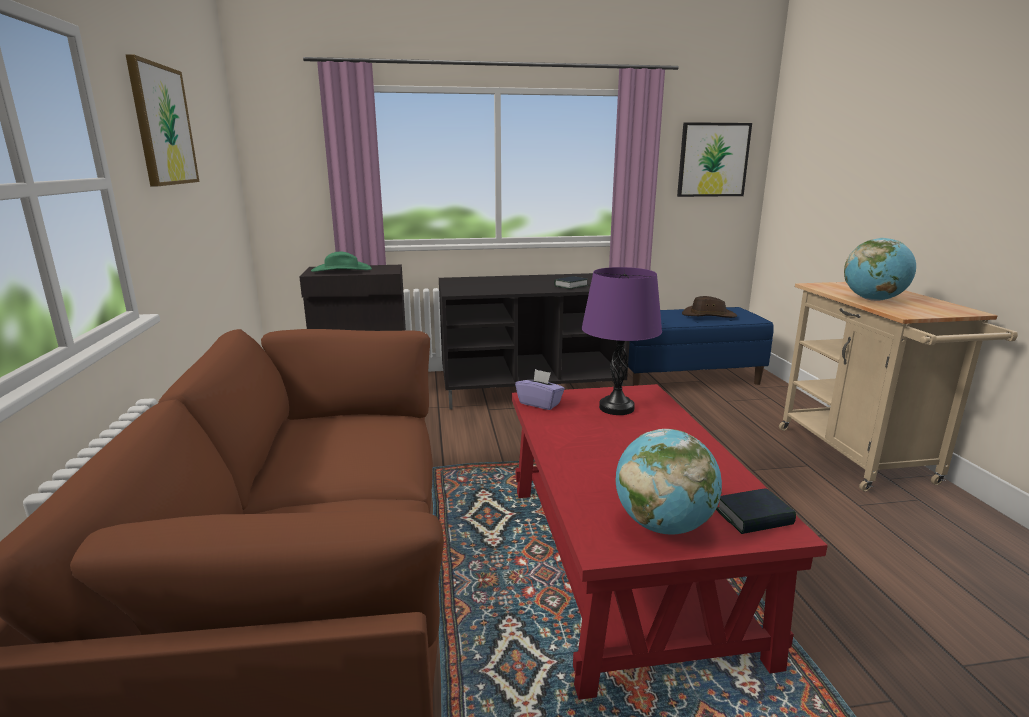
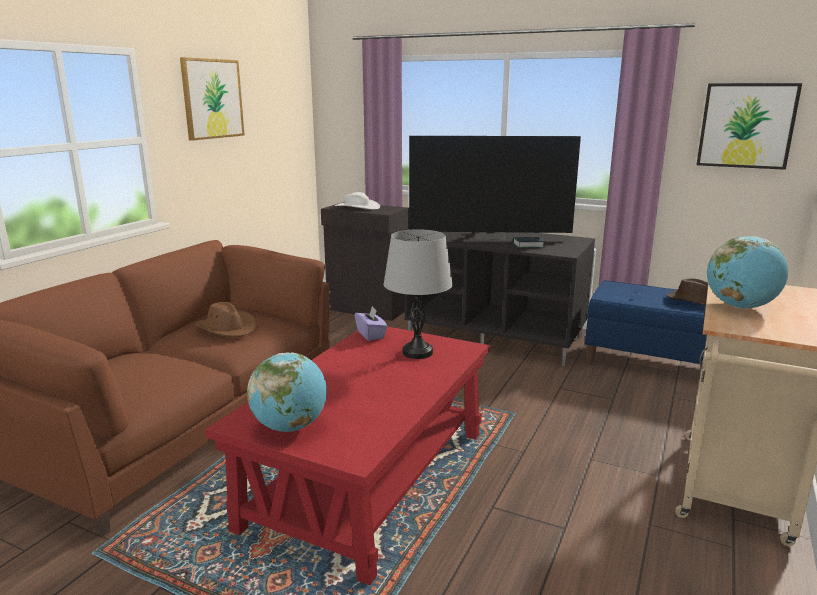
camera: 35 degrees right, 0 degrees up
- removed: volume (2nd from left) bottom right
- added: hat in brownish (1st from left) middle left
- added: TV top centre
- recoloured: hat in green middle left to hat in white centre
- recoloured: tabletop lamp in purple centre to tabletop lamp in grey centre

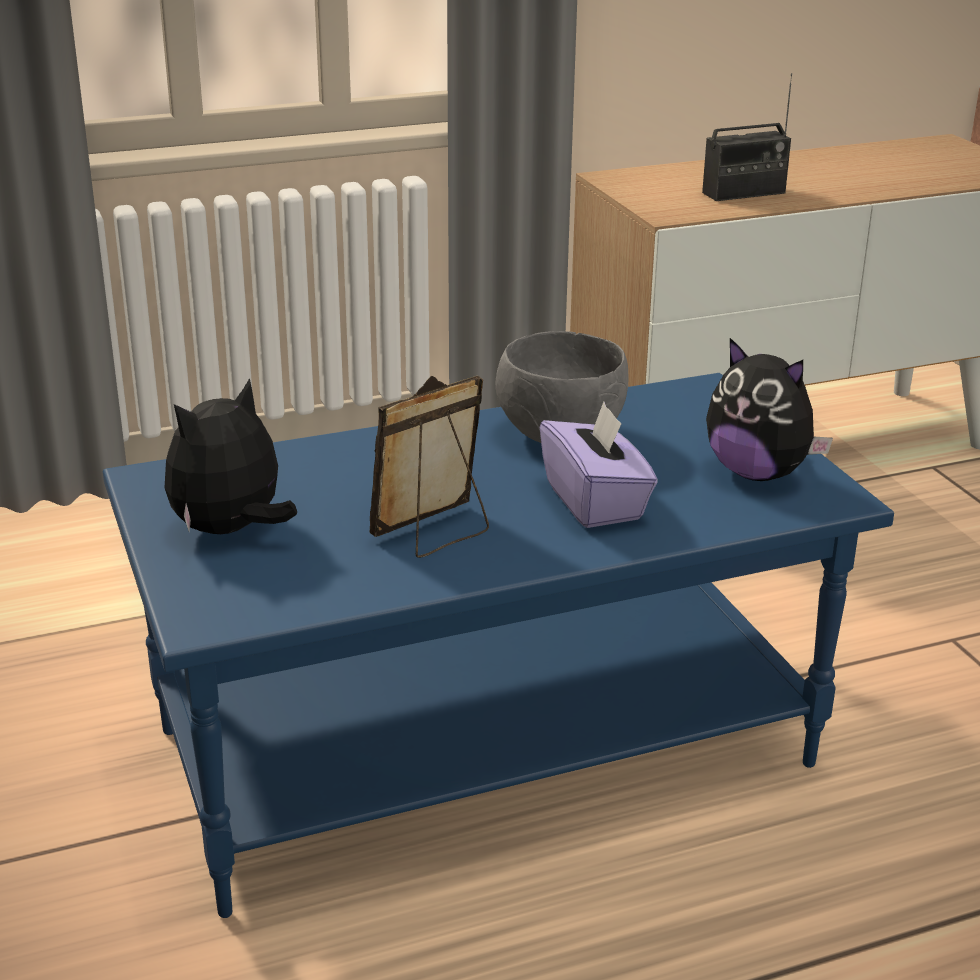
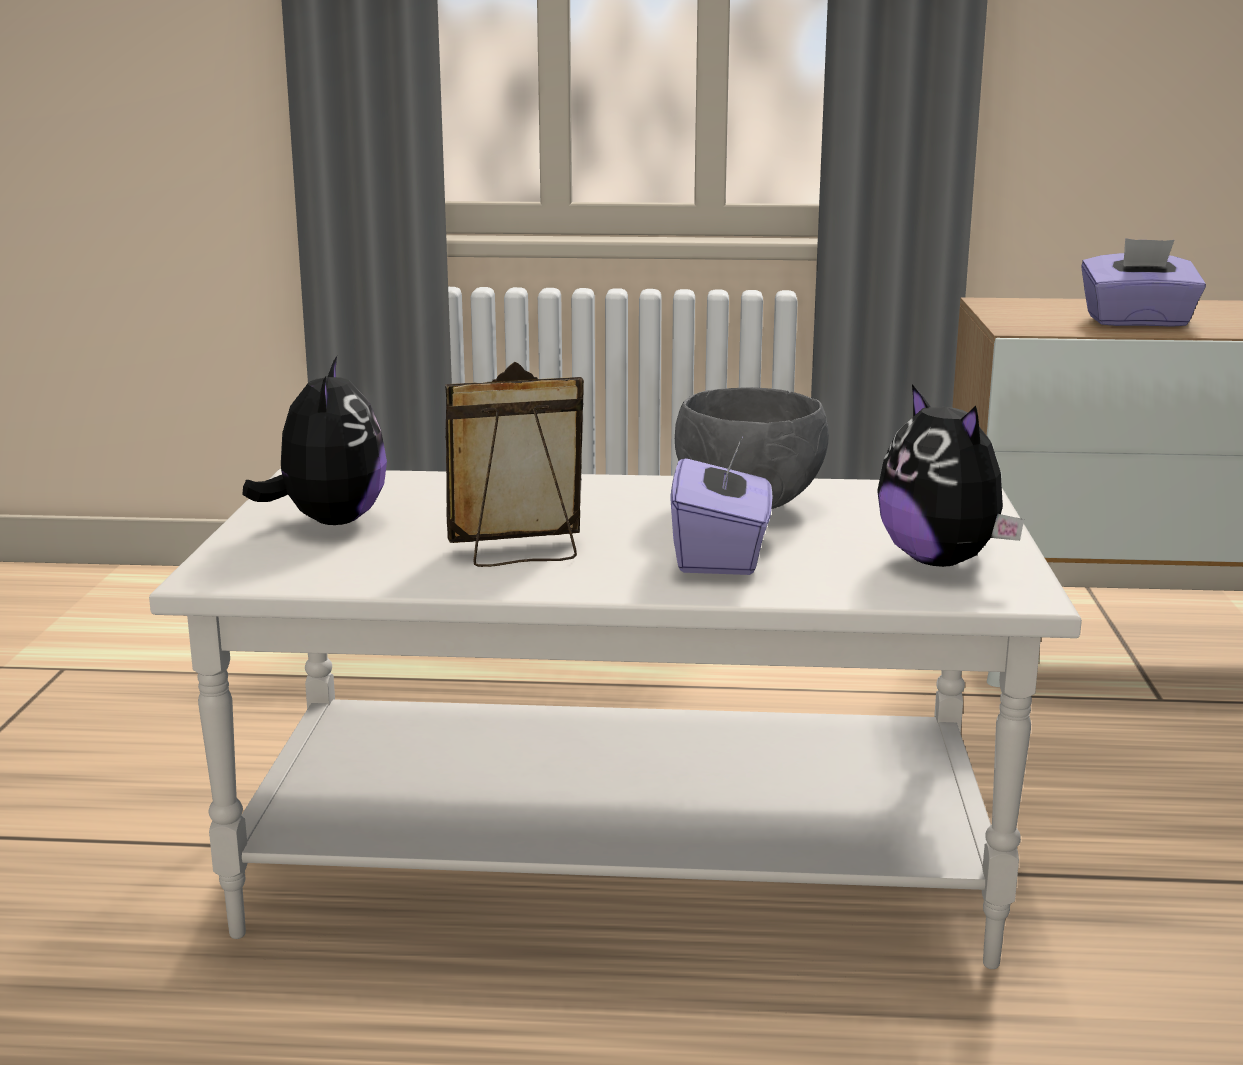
camera: 25 degrees right, 10 degrees down
- replaced: radio set top right to box of tissues in purple (2nd from left) top right
- recoloured: lounge table in blue centre to lounge table in white bottom centre
- turned: soft toy (1st from left) middle left = middle left 105 degrees clockwise

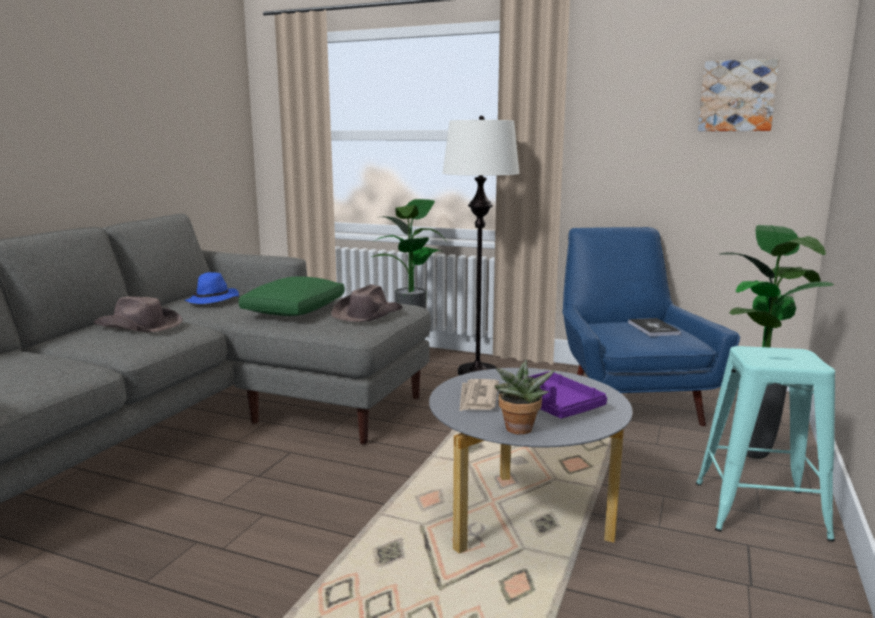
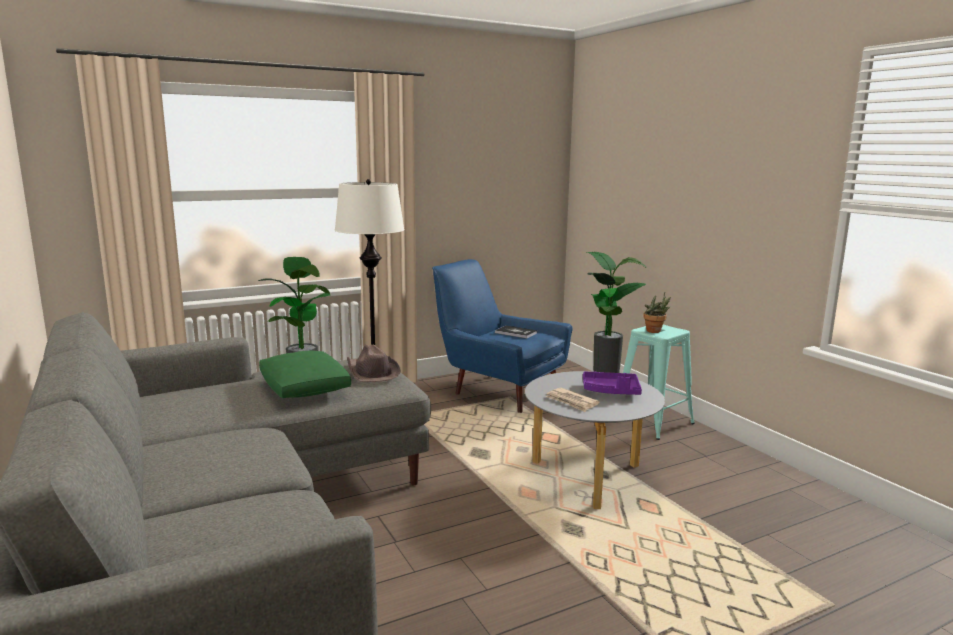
camera: 50 degrees left, 0 degrees up
- removed: hat in brownish (1st from left) middle left
- removed: hat in blue middle left
- removed: wall picture top right
- moved: plant in a pot (2nd from left in the first image) centre to plant in a pot (3rd from left) middle right

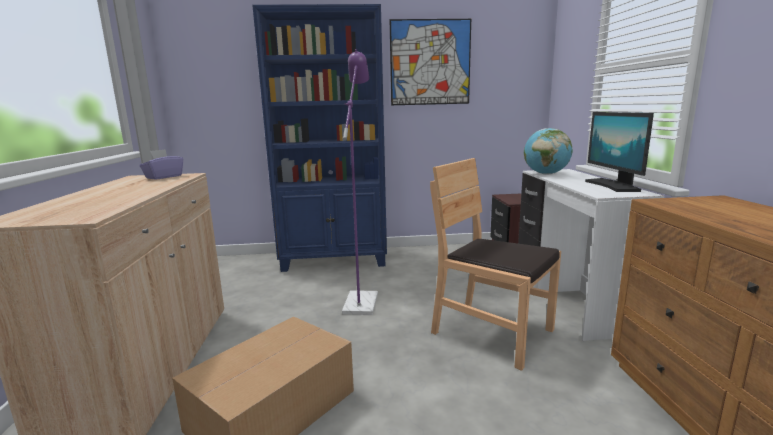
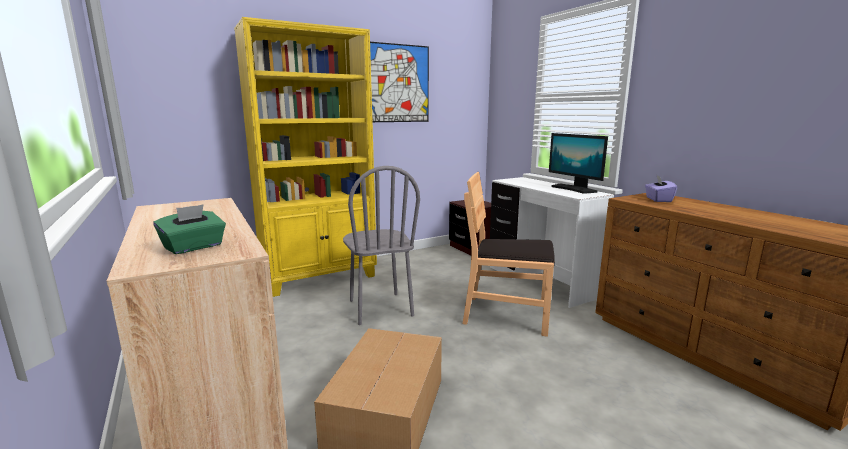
camera: 25 degrees left, 0 degrees up
- removed: desk globe middle right
- added: box of tissues in green middle left
- moved: box of tissues in purple middle left to middle right
- replaced: standard lamp in purple centre to upright chair in grey centre
- recoloured: bookcase in blue top centre to bookcase in yellowish centre

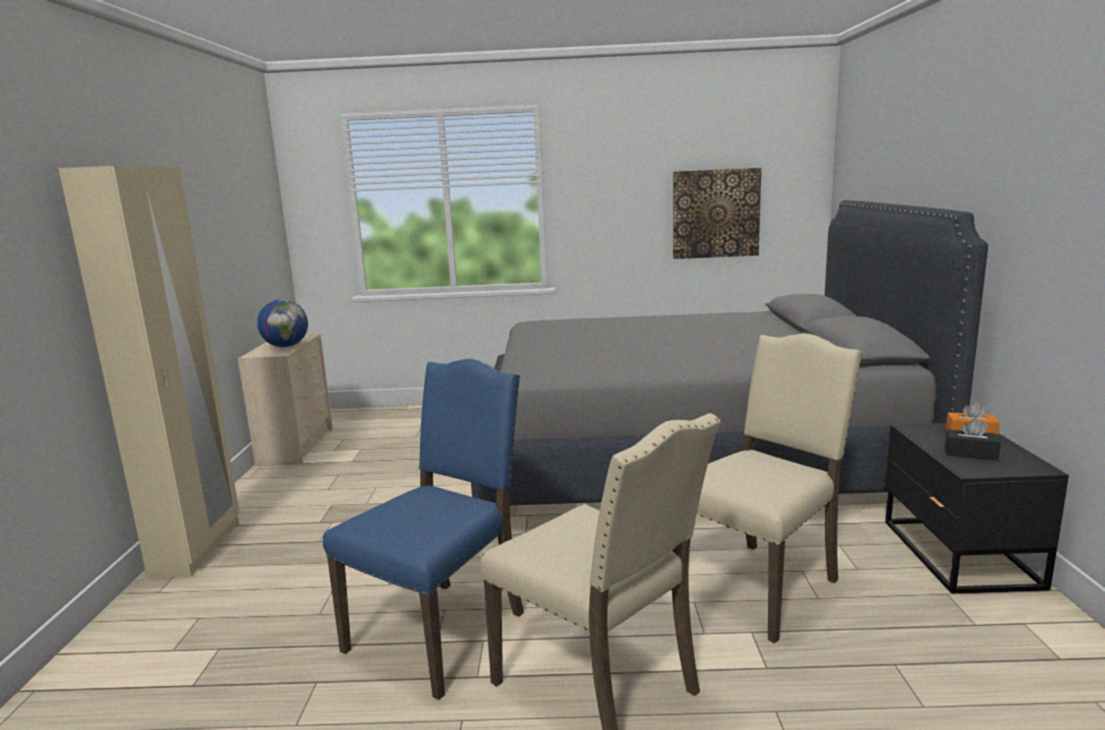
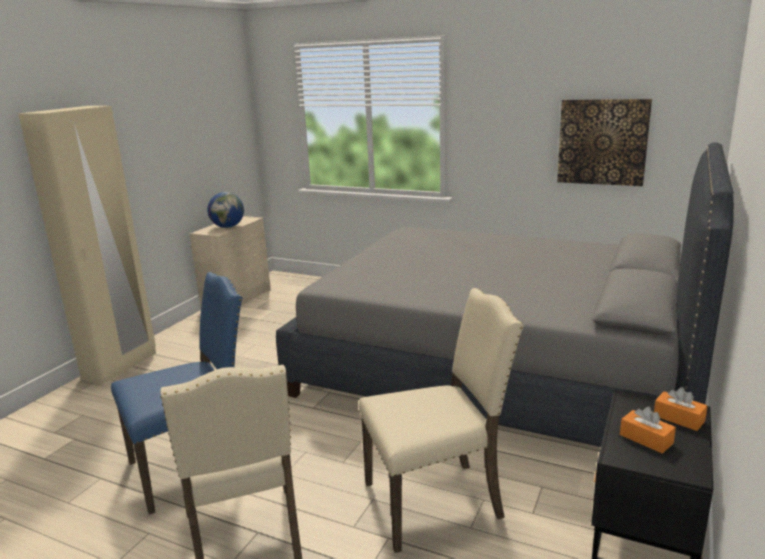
camera: 25 degrees right, 5 degrees up
- recoloured: box of tissues in black middle right to box of tissues in orange (1st from left) bottom right

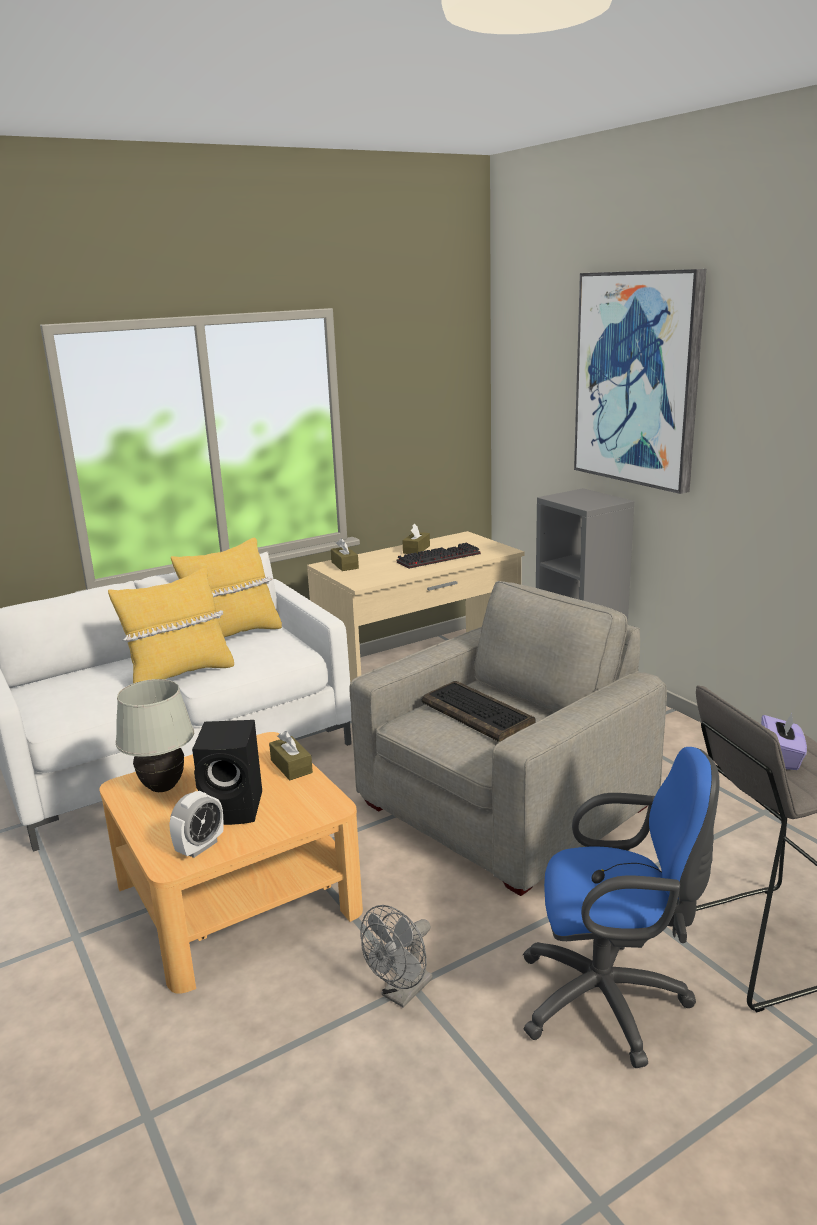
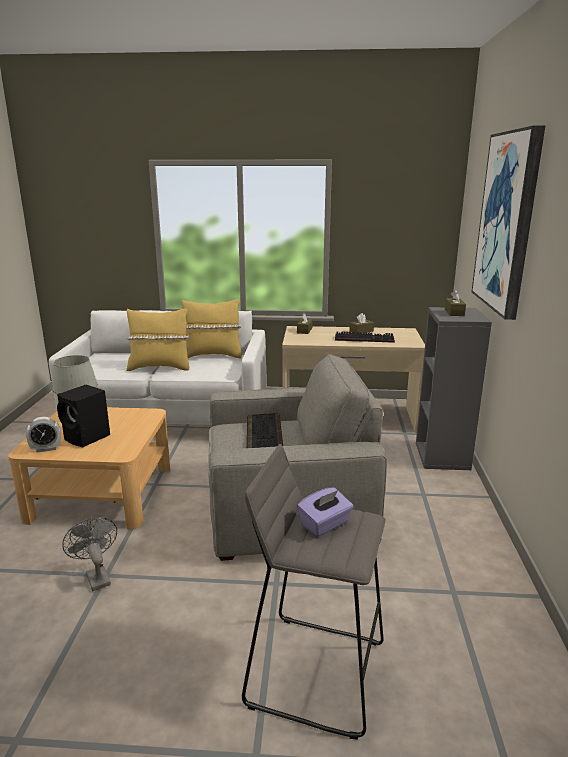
camera: 35 degrees right, 0 degrees up
- removed: computer chair in blue bottom right
- moved: box of tissues in brownish (1st from left in the first image) centre to box of tissues in brownish (3rd from left) middle right
- turned: cooling fan in grey bottom centre = bottom left 75 degrees clockwise

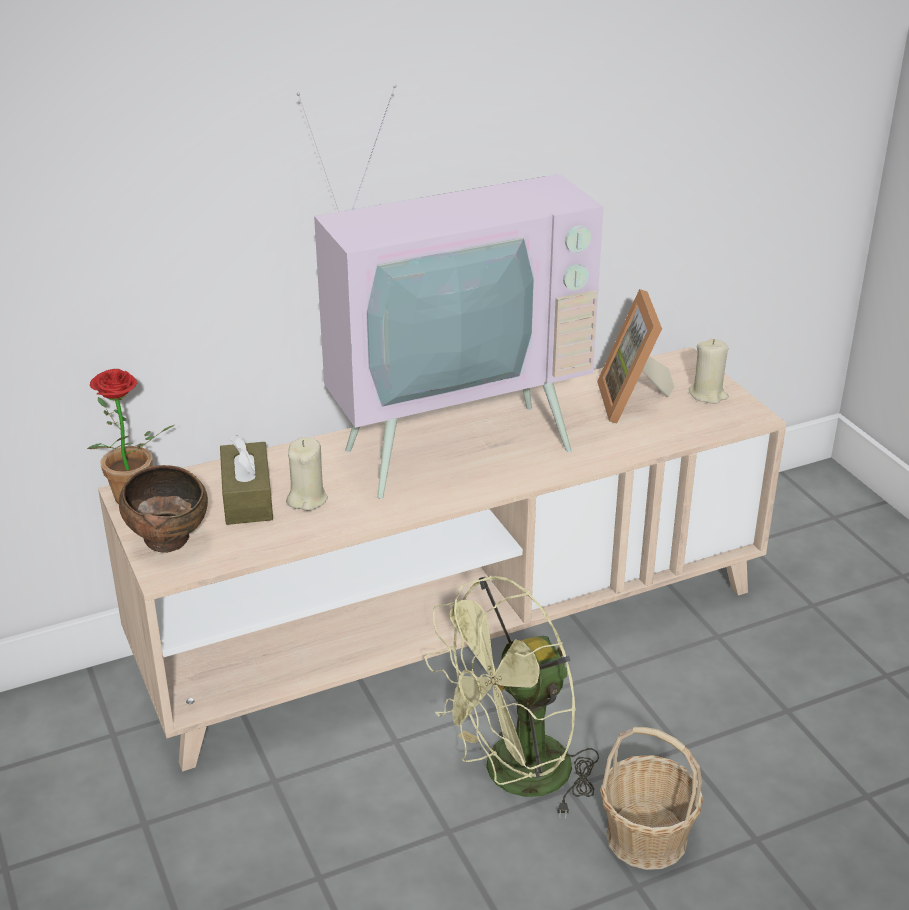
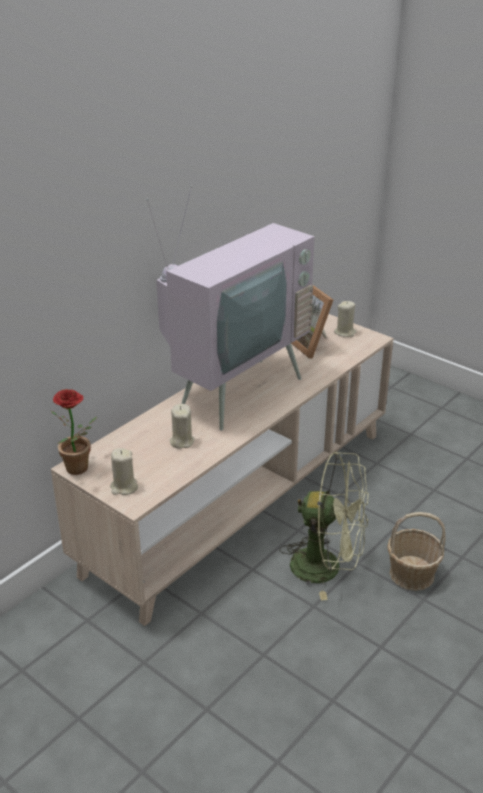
camera: 25 degrees left, 0 degrees up
- removed: box of tissues in brownish middle left
- replaced: bowl in brownish middle left to wax candle in beige (1st from left) middle left
- turned: cooling fan in green bottom centre = middle right 105 degrees counterclockwise

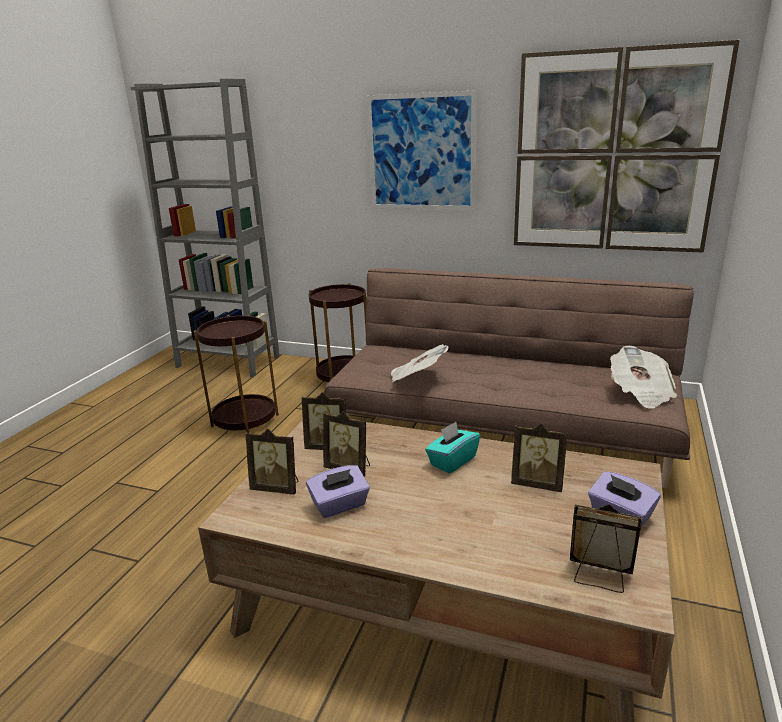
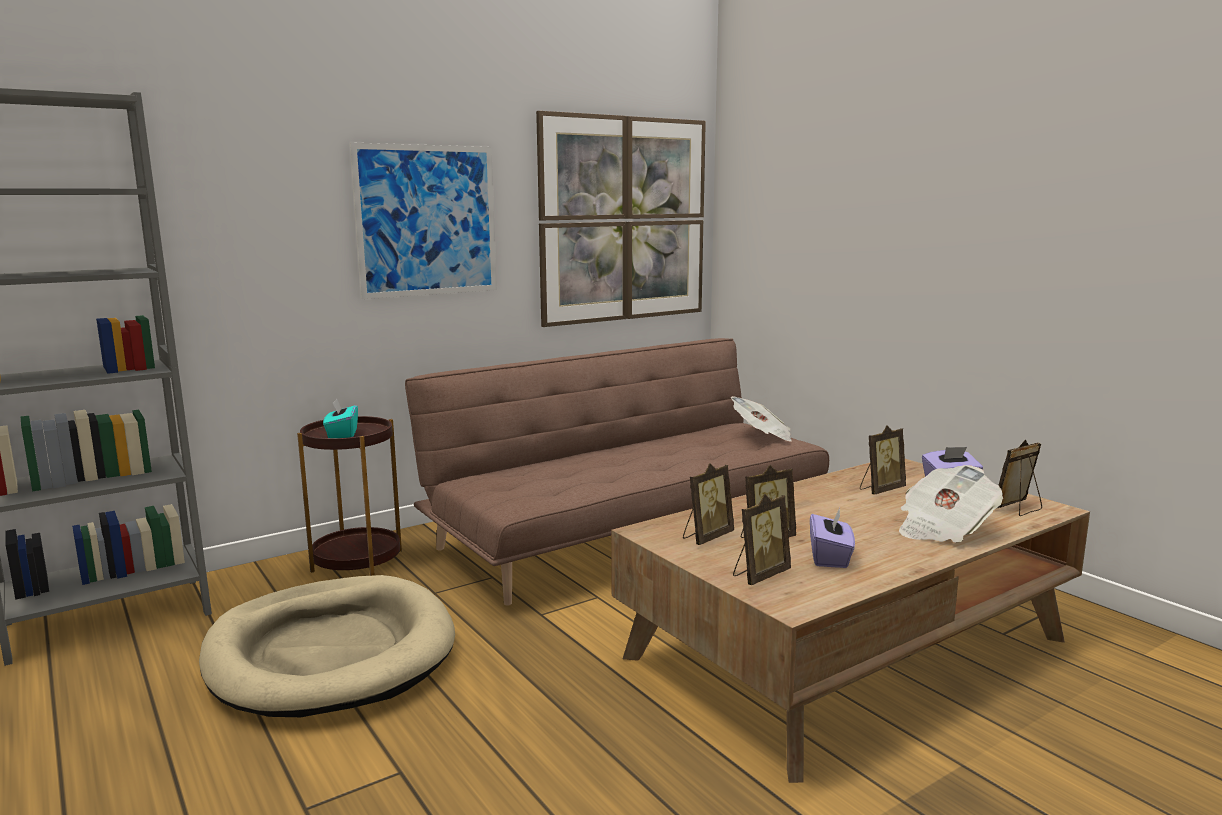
camera: 55 degrees left, 10 degrees down
- moved: printed paper (1st from left in the first image) centre to printed paper (2nd from left) middle right
- moved: box of tissues in blue-green centre to middle left
- replaced: side table in brownish (1st from left) middle left to pet bed in beige bottom left

